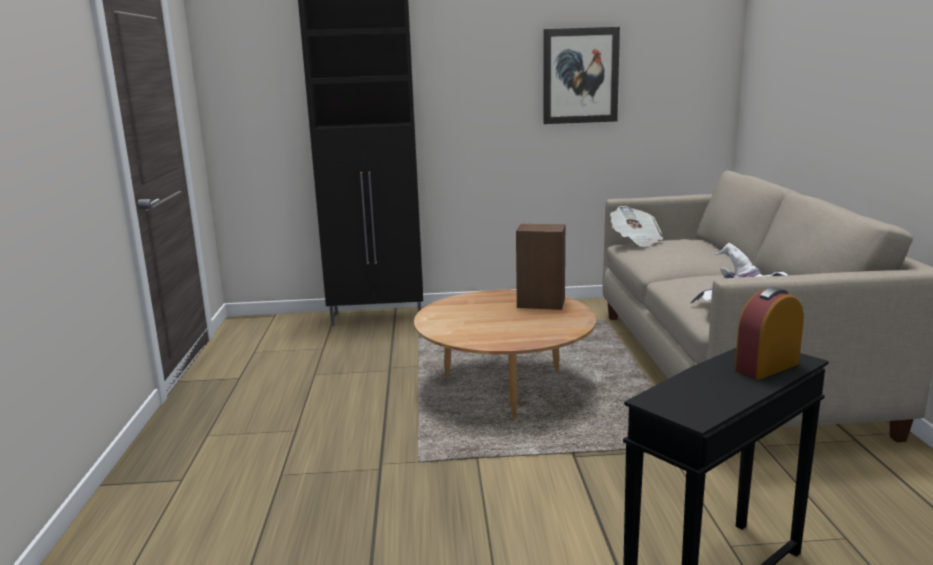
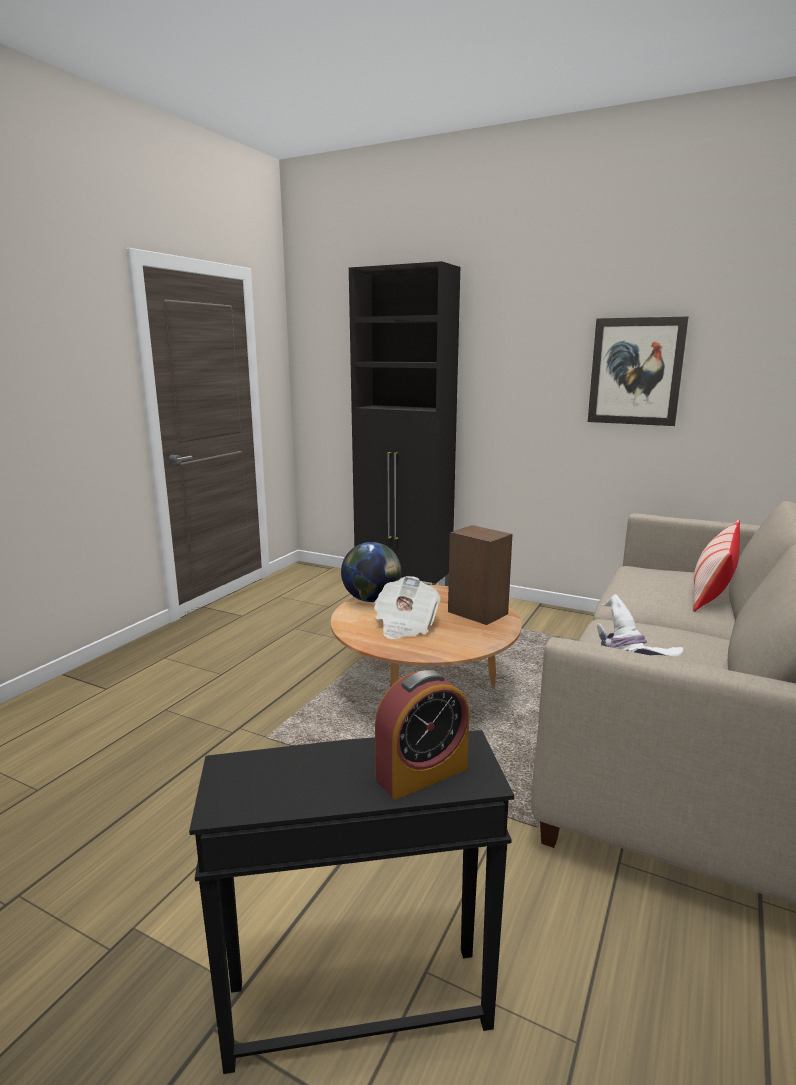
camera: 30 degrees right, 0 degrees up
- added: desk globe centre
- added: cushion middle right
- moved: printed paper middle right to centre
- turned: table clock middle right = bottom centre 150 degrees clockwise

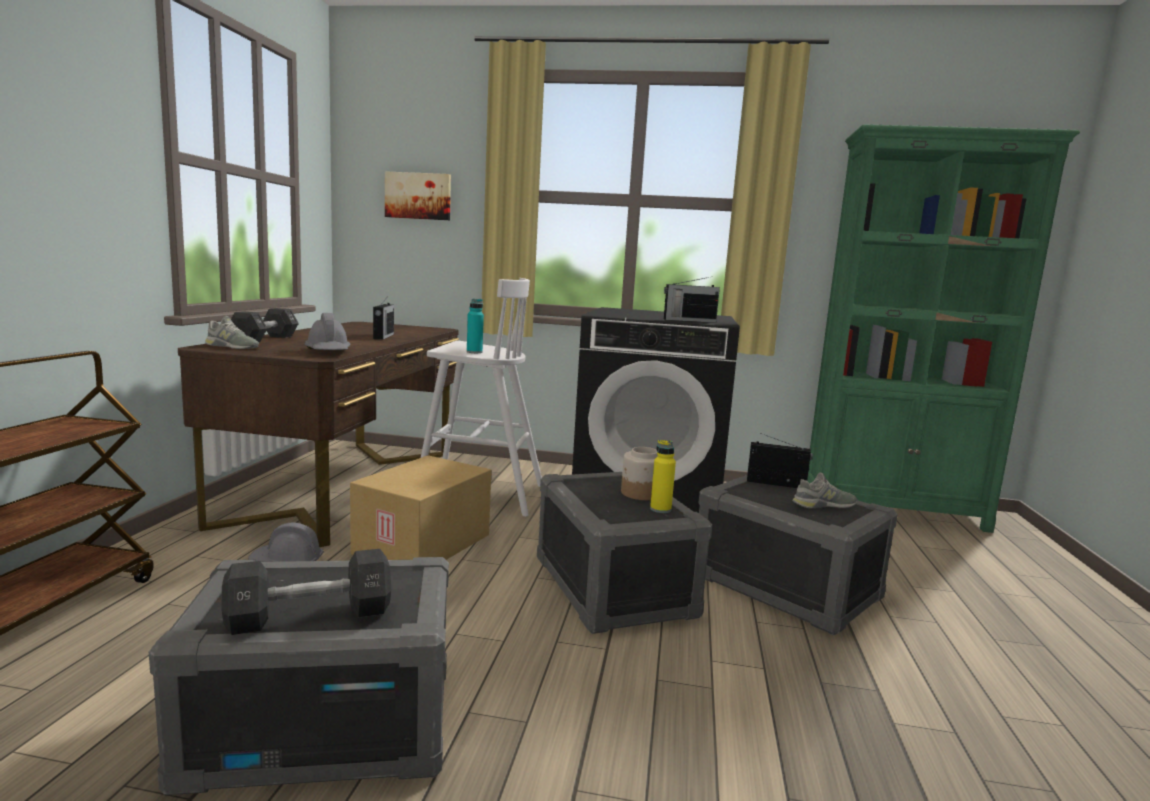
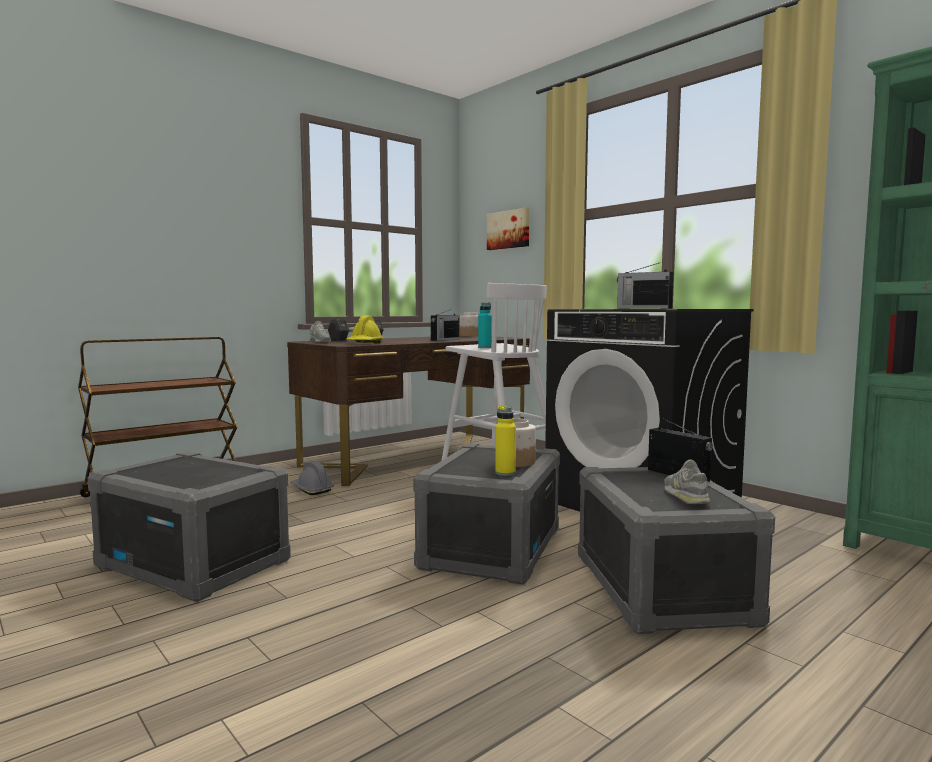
camera: 40 degrees right, 5 degrees down
- removed: hand weight in black (2nd from left) bottom left
- removed: cardboard box centre
- added: storage jar (1st from left) centre
- recoloured: hard hat in grey (2nd from left) middle left to hard hat in yellowish centre
- turned: item of footwear in grey (2nd from left) middle right = middle right 120 degrees counterclockwise

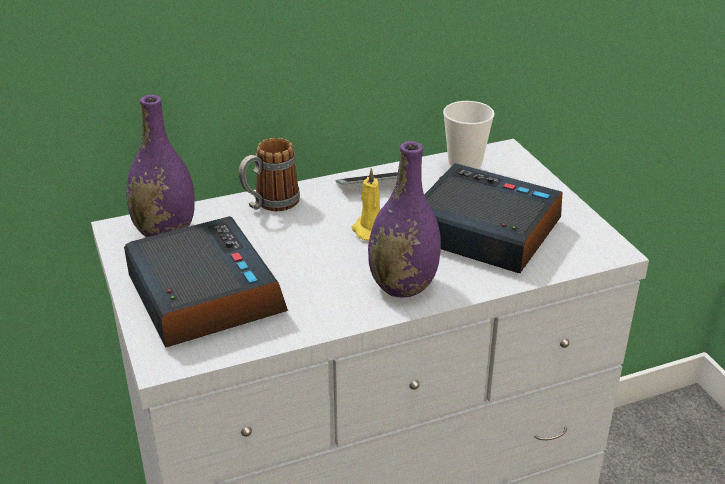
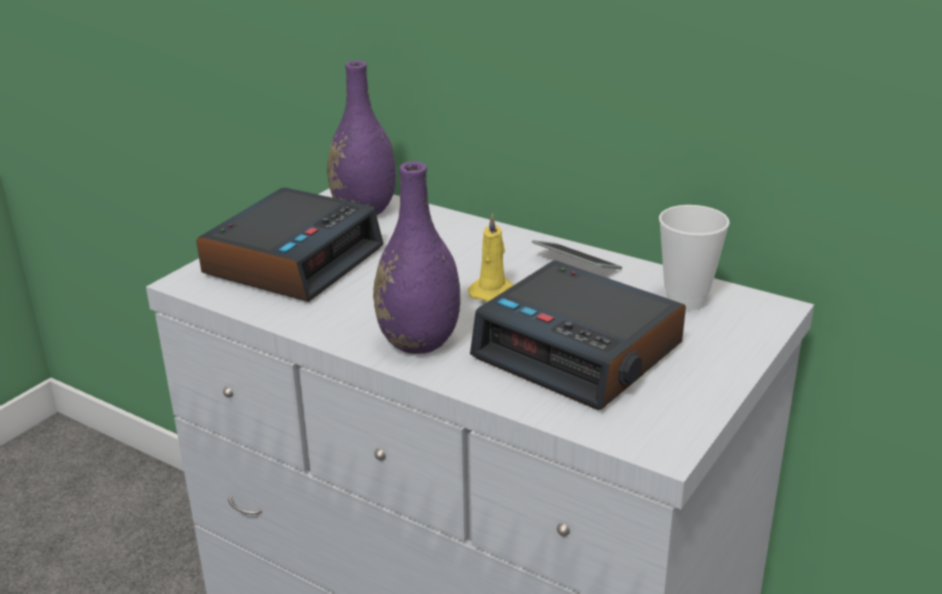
camera: 55 degrees right, 5 degrees down
- removed: coffee mug centre
- turned: table clock (2nd from left) middle right = centre 135 degrees clockwise

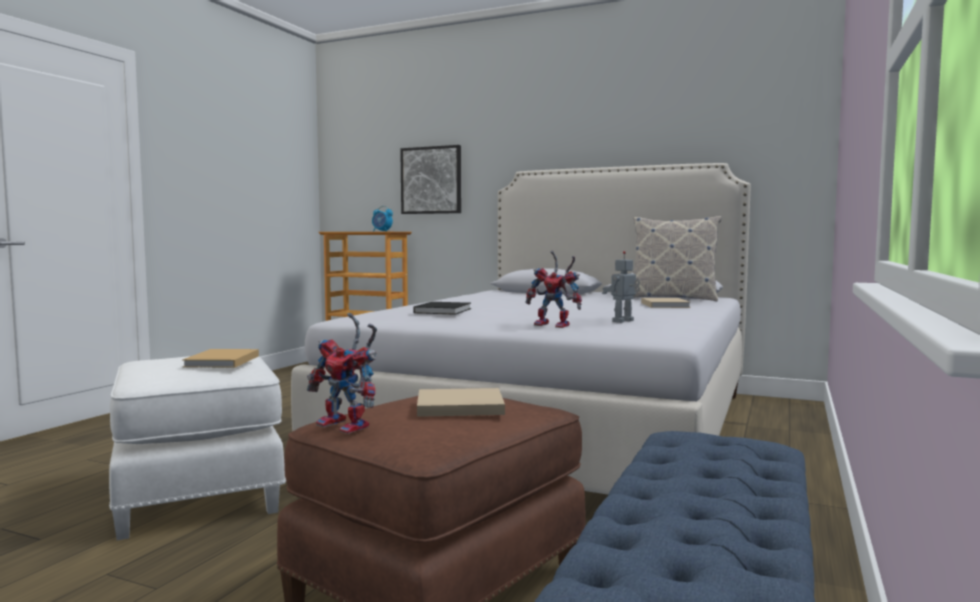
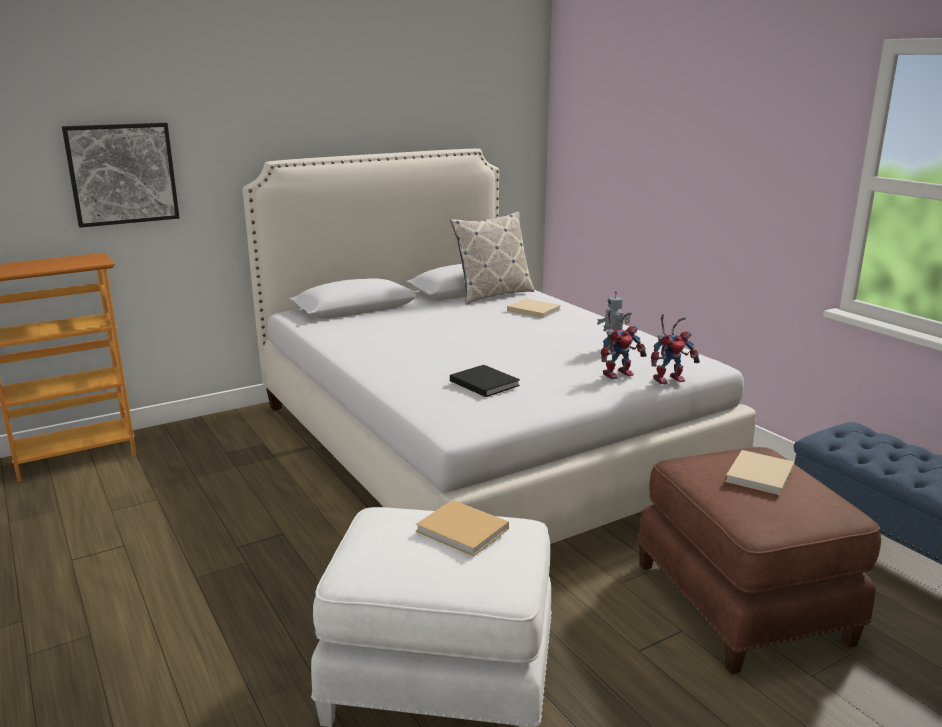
camera: 55 degrees left, 15 degrees up
- removed: table clock centre
- moved: model robot (1st from left in the first image) centre to model robot (3rd from left) middle right

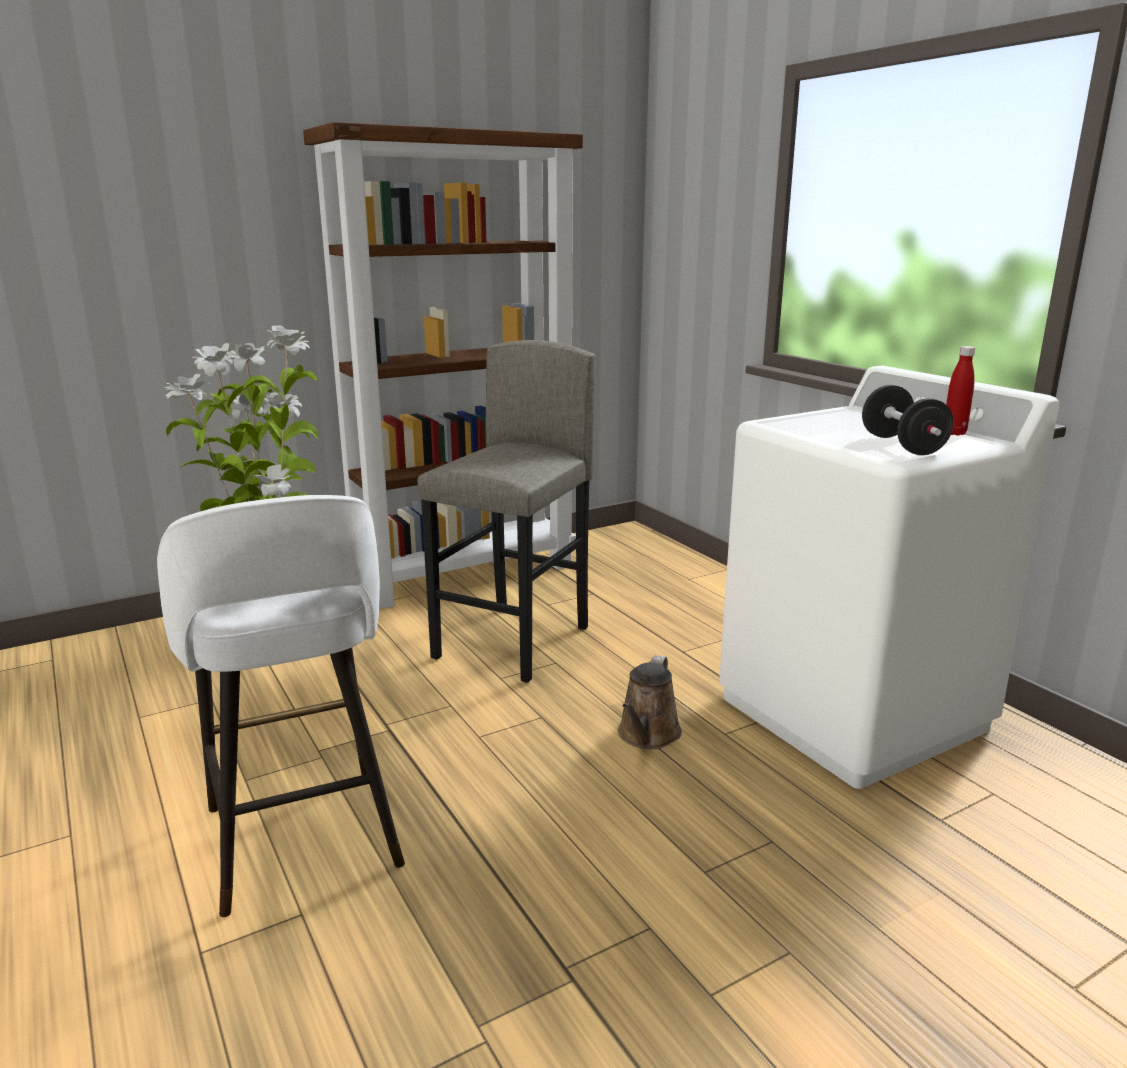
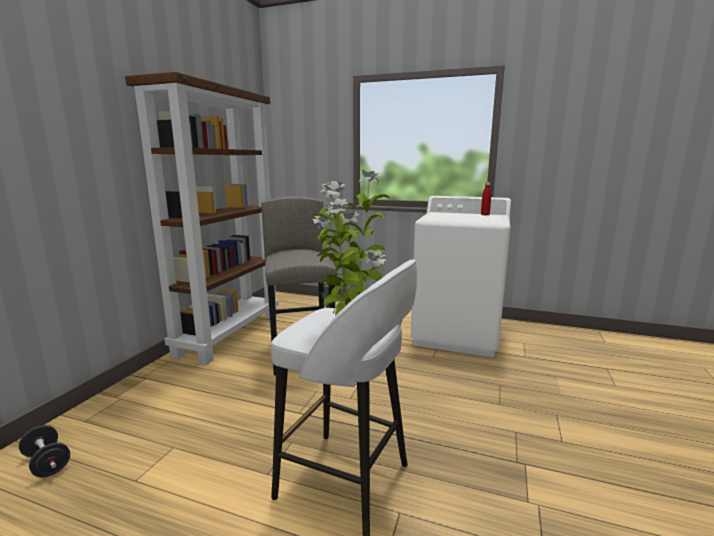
camera: 40 degrees left, 5 degrees down
- removed: watering pot in brownish centre
- moved: hand weight in black middle right to bottom left

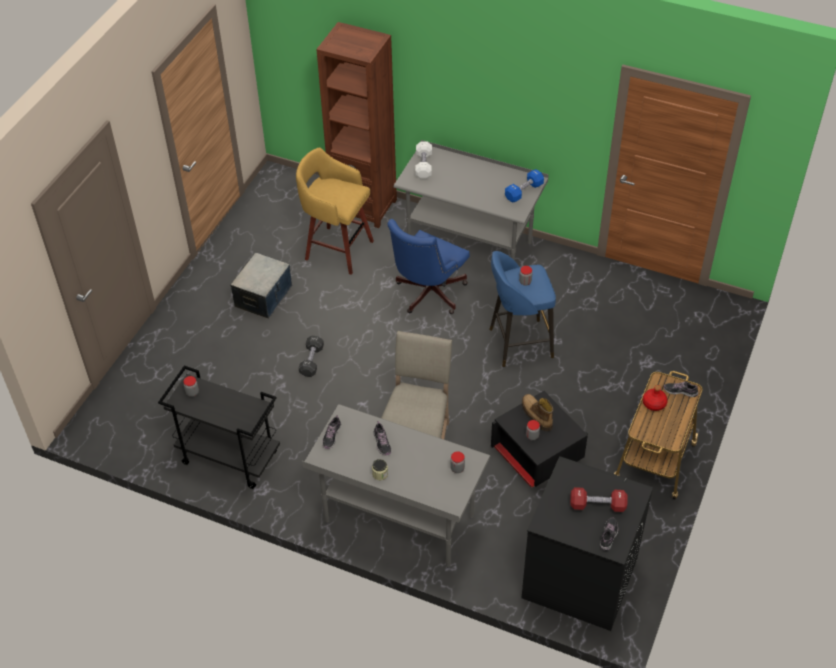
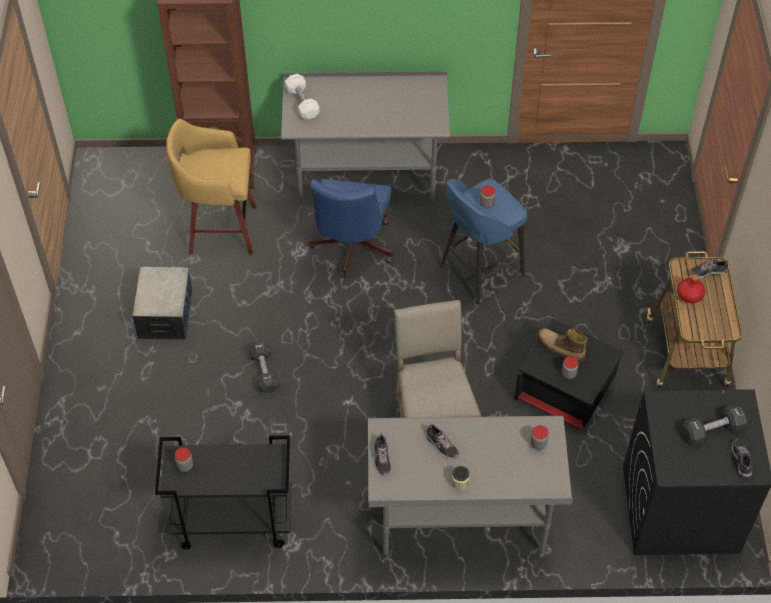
camera: 25 degrees left, 5 degrees up
- removed: hand weight in blue top centre
- recoloured: hand weight in red bottom right to hand weight in black (2nd from left) bottom right

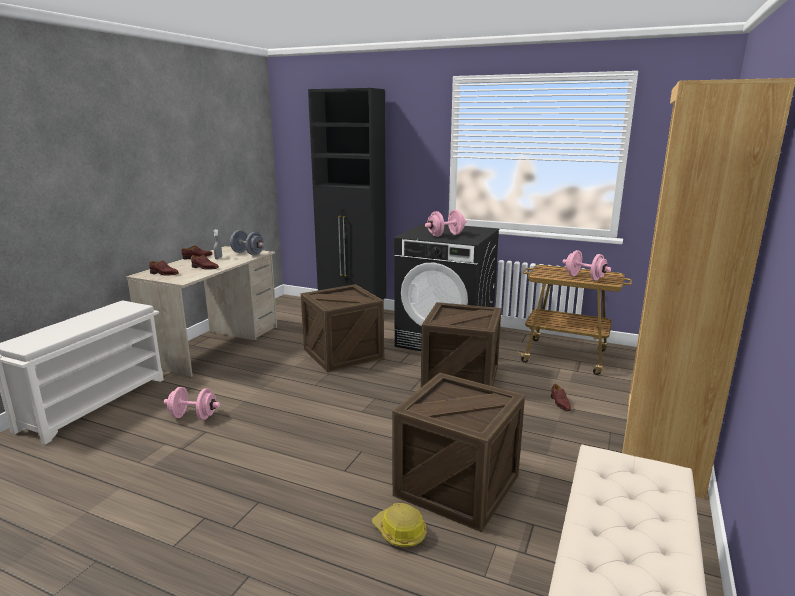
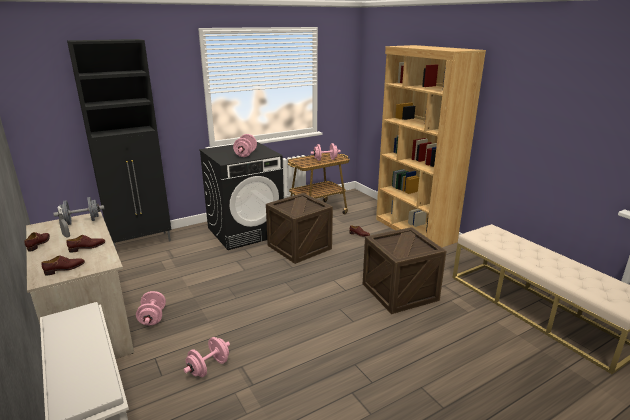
camera: 55 degrees left, 5 degrees up
- removed: packing crate (1st from left) centre
- removed: hard hat bottom centre
- added: hand weight in pink-coloured (1st from left) bottom left

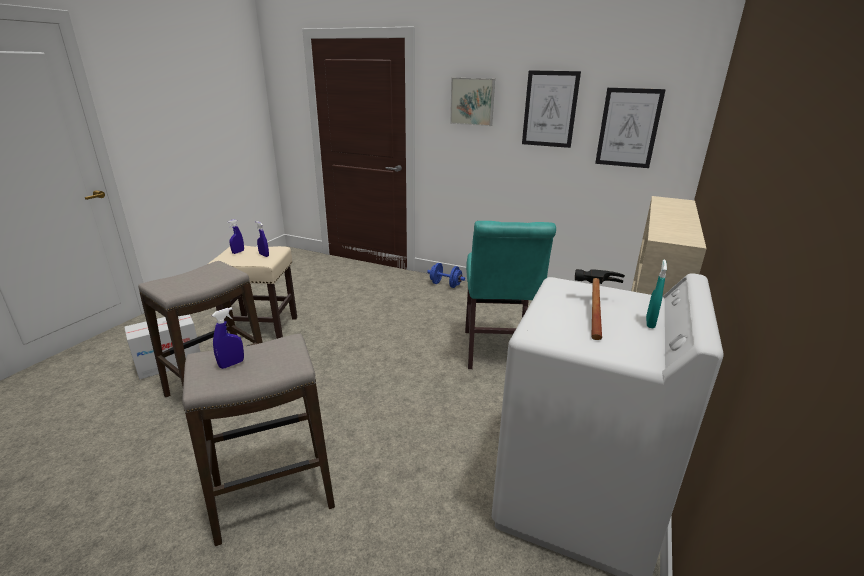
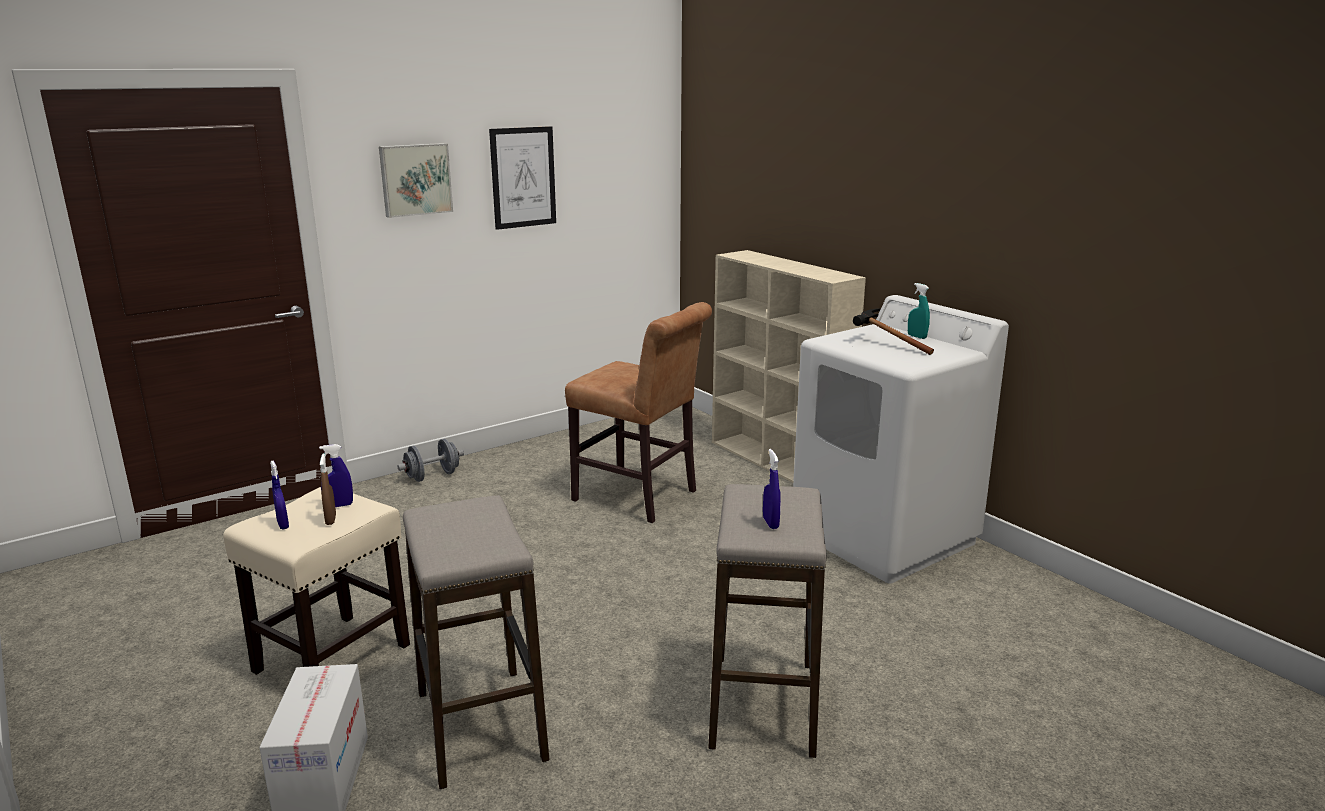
camera: 60 degrees left, 5 degrees down
- removed: wall picture (3rd from left) top right
- added: spray bottle in brownish middle left
- recoloured: hand weight in blue centre to hand weight in grey middle left
- recoloured: upright chair in blue-green centre to upright chair in brownish centre

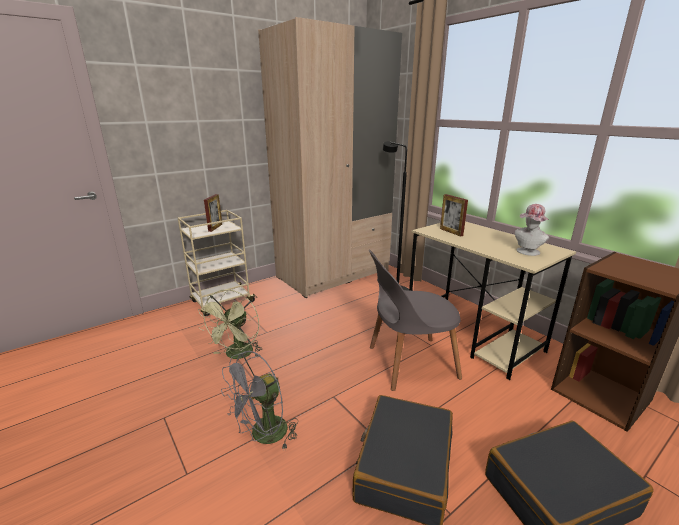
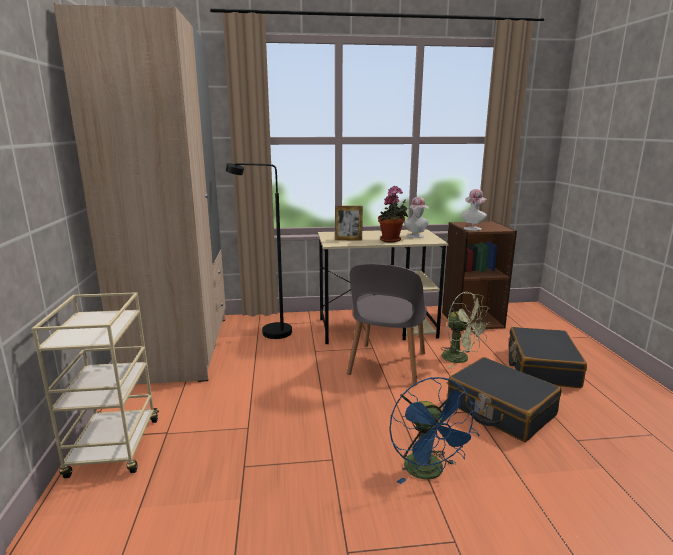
camera: 60 degrees left, 5 degrees down
- removed: photo frame (1st from left) middle left
- added: plant in a pot centre
- added: hat (2nd from left) middle right
- moved: cooling fan in green centre to middle right
- recoloured: cooling fan in grey bottom centre to cooling fan in blue bottom centre

